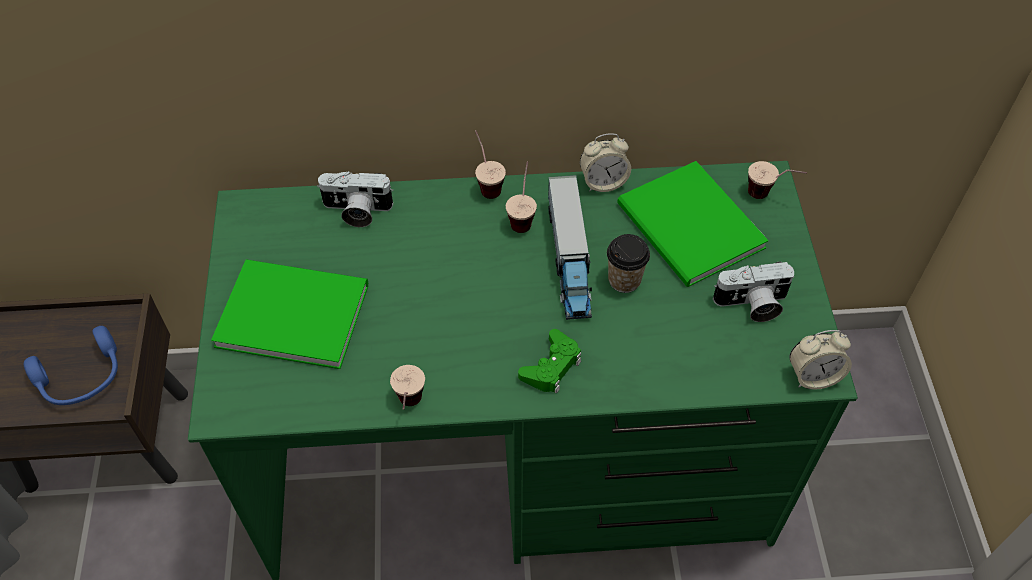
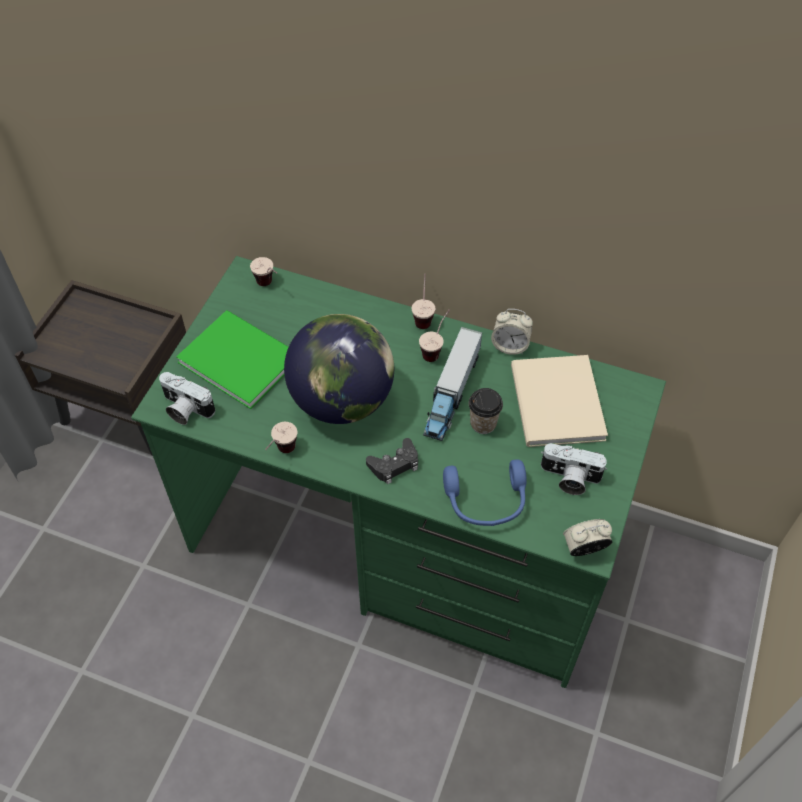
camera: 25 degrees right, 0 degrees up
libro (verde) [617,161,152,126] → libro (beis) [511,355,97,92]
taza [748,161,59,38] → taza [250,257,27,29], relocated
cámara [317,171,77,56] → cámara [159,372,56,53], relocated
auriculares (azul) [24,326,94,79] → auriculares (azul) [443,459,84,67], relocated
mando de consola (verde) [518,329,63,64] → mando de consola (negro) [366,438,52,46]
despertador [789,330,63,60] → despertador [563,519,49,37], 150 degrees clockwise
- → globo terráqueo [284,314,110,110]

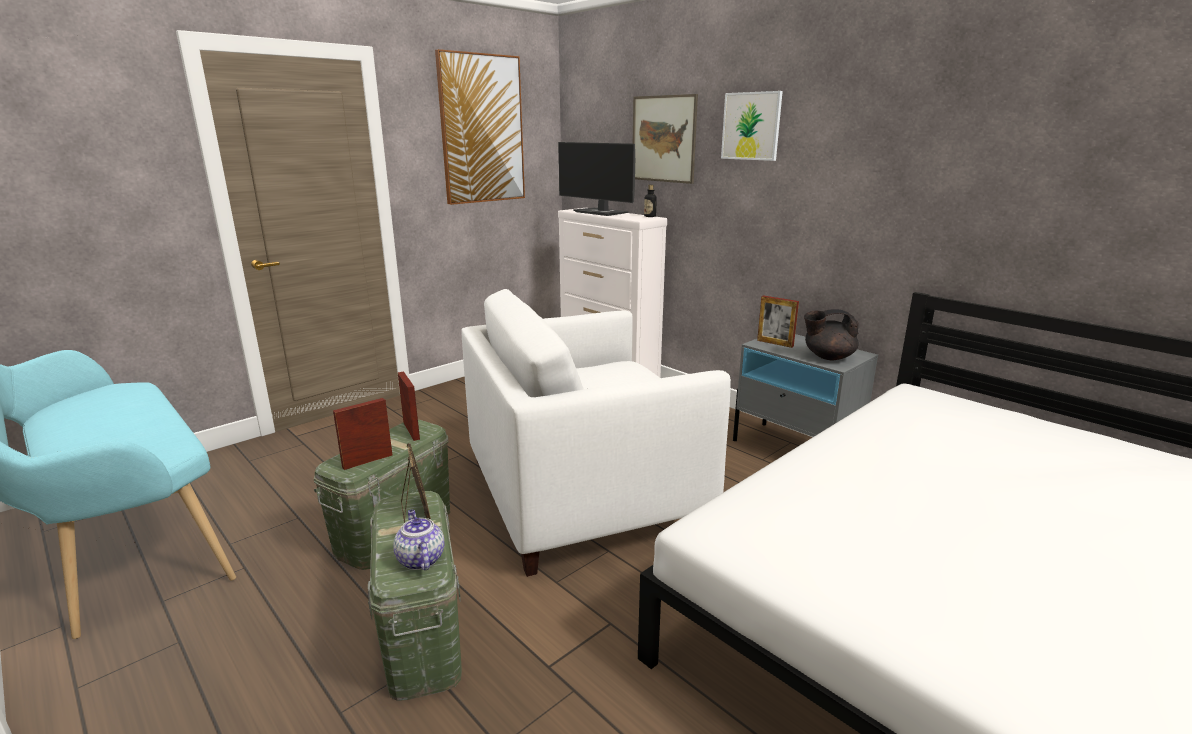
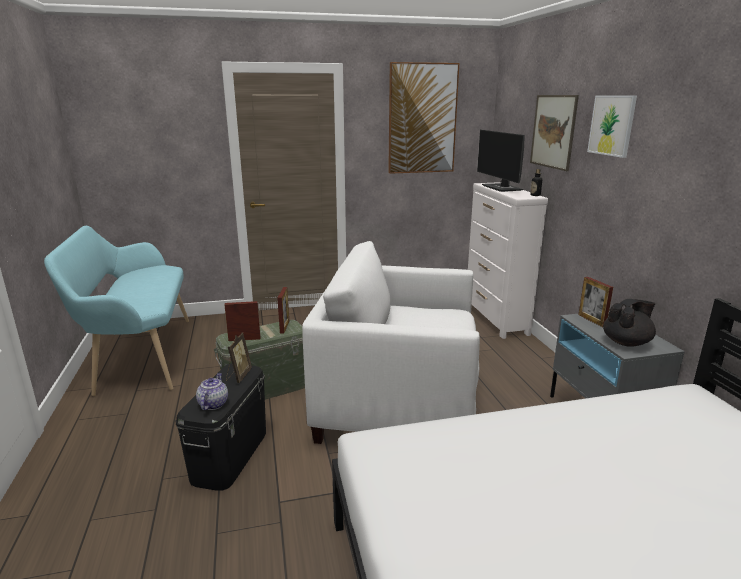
camera: 30 degrees right, 0 degrees up
tetera (negro) [804,309,55,52] → tetera (negro) [603,299,53,48], 120 degrees clockwise
caja de almacenaje (verde) [368,491,94,210] → caja de almacenaje (negro) [175,363,91,128]

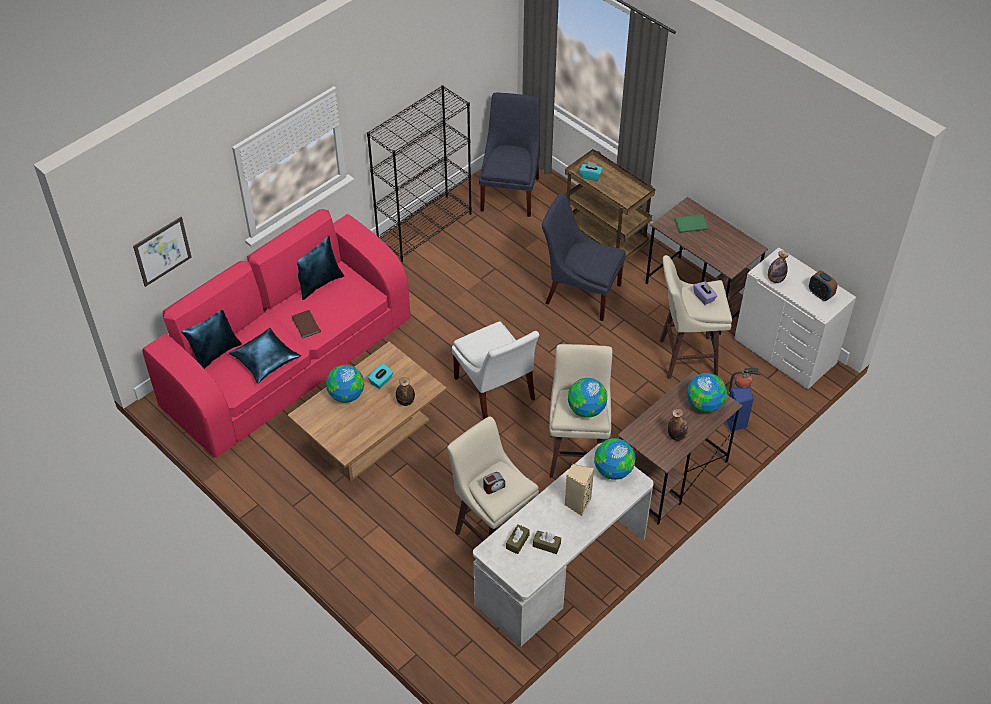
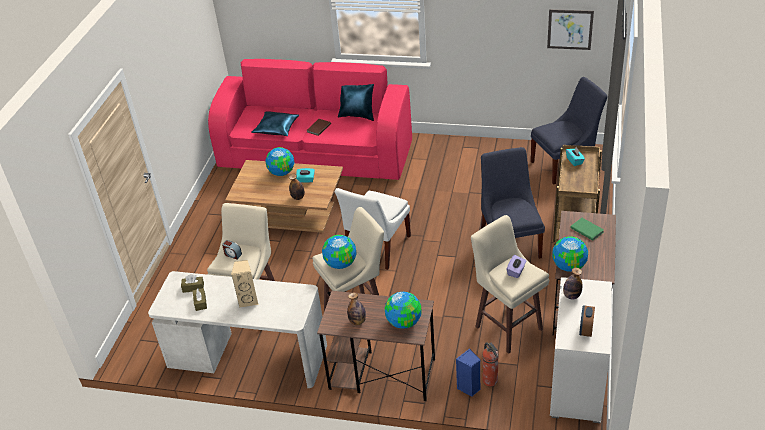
camera: 60 degrees right, 10 degrees down
estantería (negro) [367,85,105,177] → -
cuadro [133,217,59,70] → cuadro [547,9,47,41], relocated
cojín (azul) [181,310,61,59] → -
globo terráqueo [594,438,41,42] → globo terráqueo [552,236,36,36], relocated

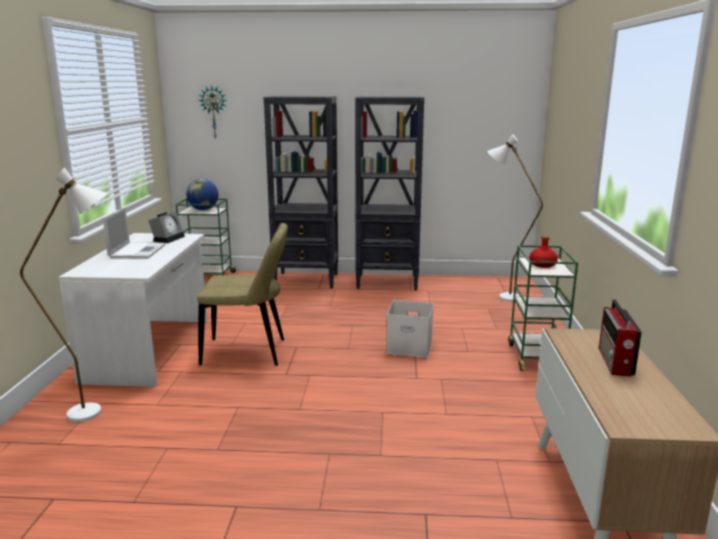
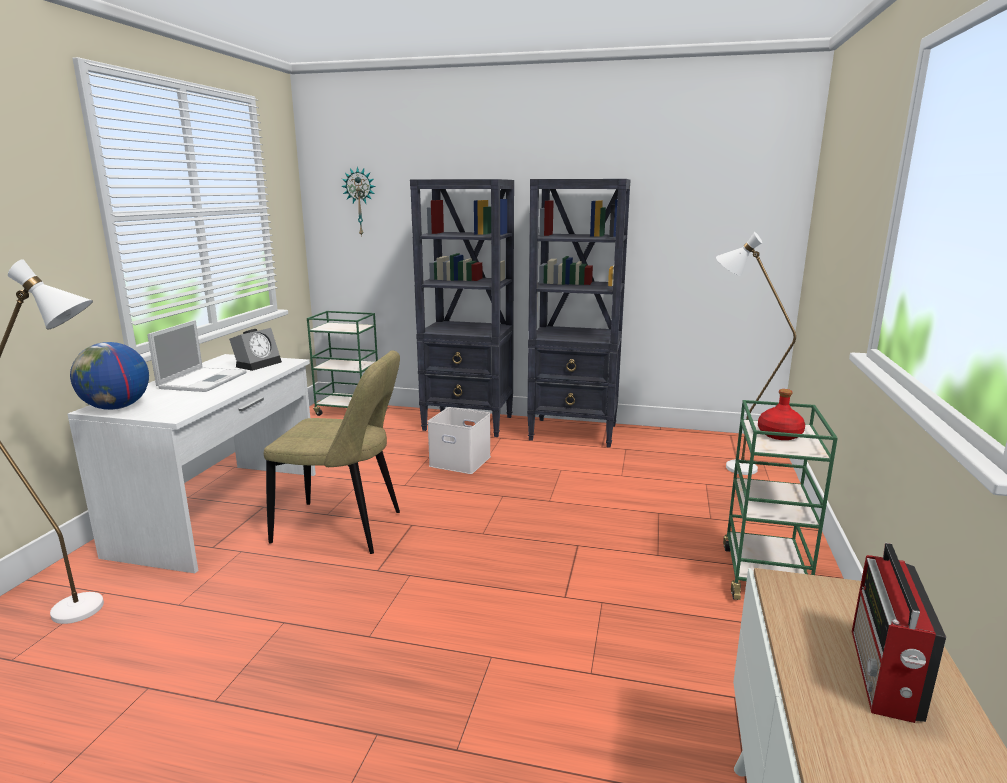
camera: 10 degrees right, 0 degrees up
globo terráqueo [186,179,33,31] → globo terráqueo [70,342,79,68], relocated
caja de almacenaje (blanco) [386,300,48,58] → caja de almacenaje (blanco) [427,407,64,67], relocated

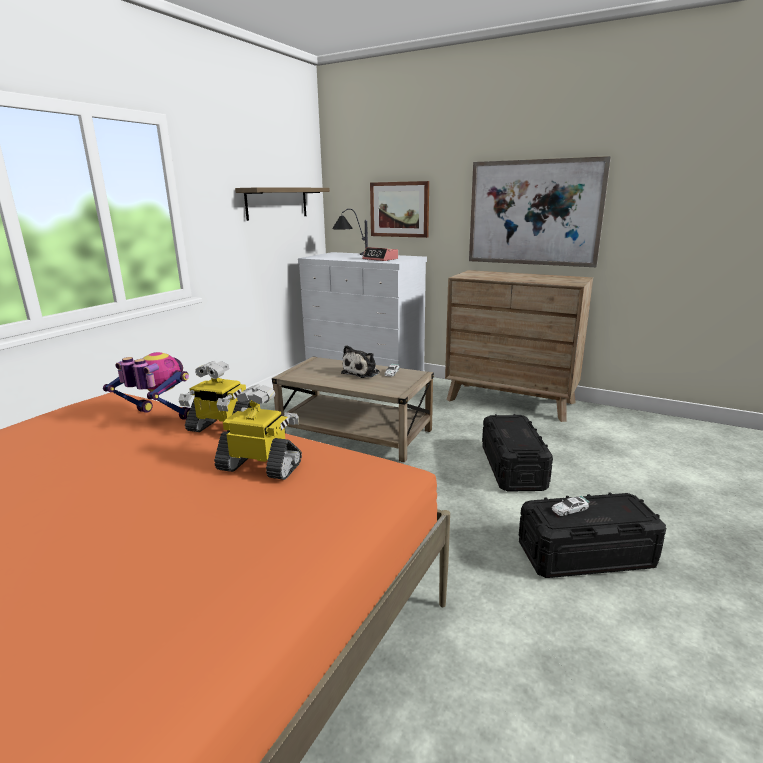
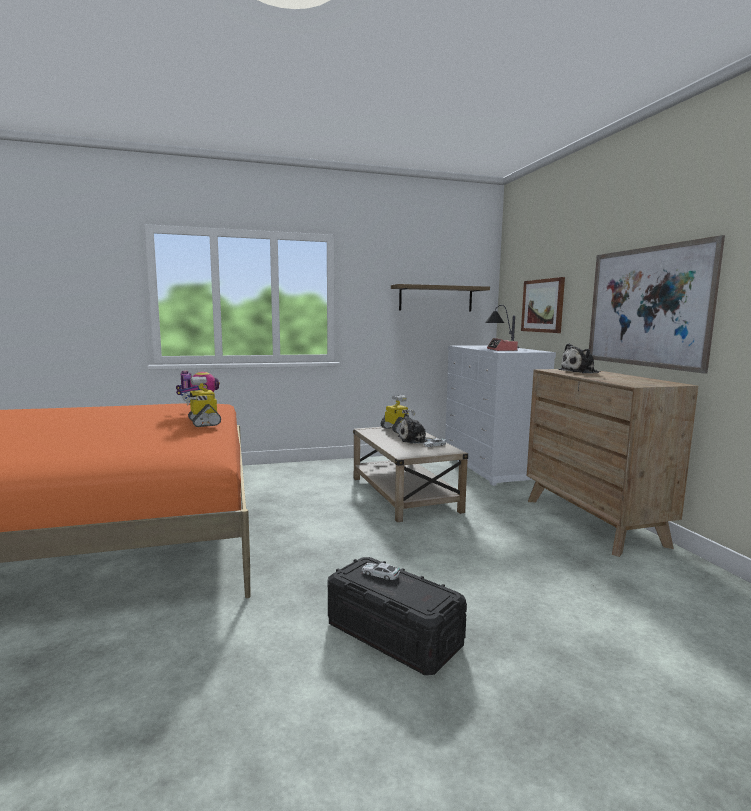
camera: 45 degrees right, 10 degrees down
robot de juguete [214,384,88,96] → robot de juguete [380,395,35,39], relocated
caja de almacenaje (negro) [482,414,71,78] → -
- → peluche [558,344,42,29]

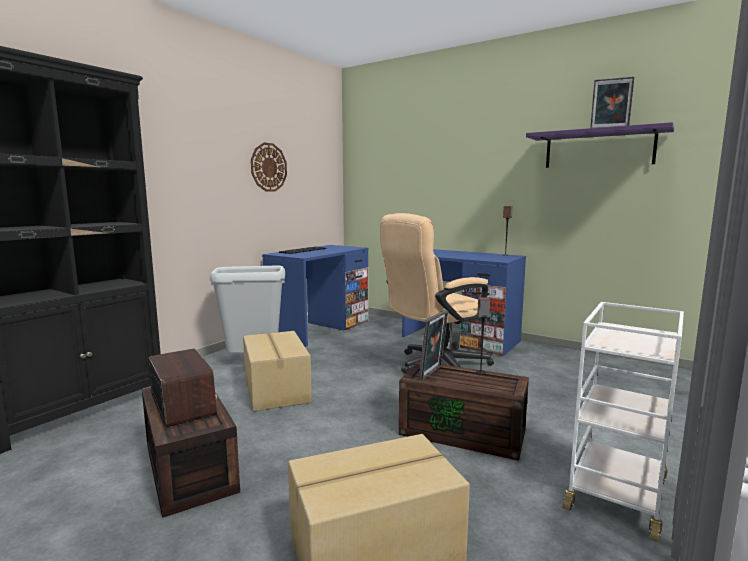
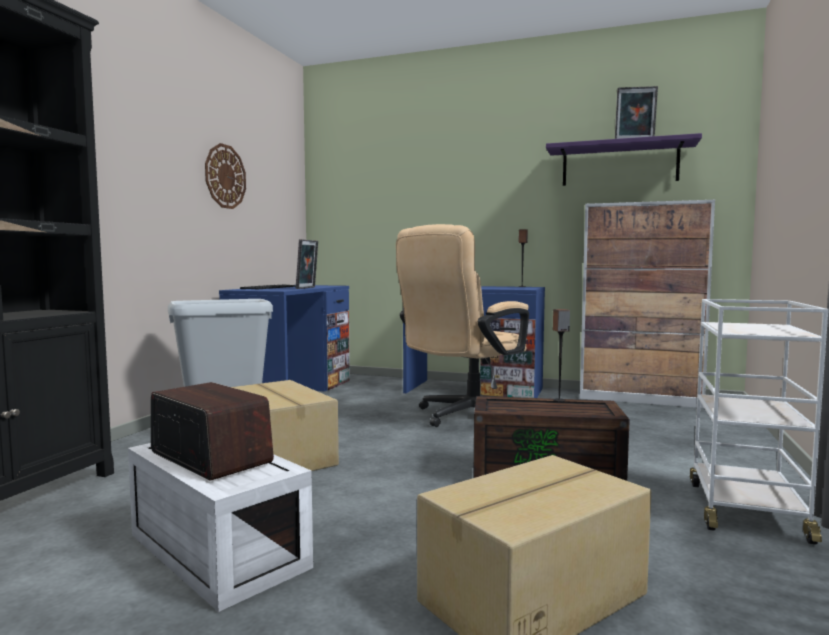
camera: 15 degrees left, 5 degrees down
portarretratos [419,310,29,71] → portarretratos [296,239,22,50], relocated
caja de almacenaje (marrón) [142,388,98,130] → caja de almacenaje (blanco) [128,443,185,169]
- → armario [580,200,135,208]

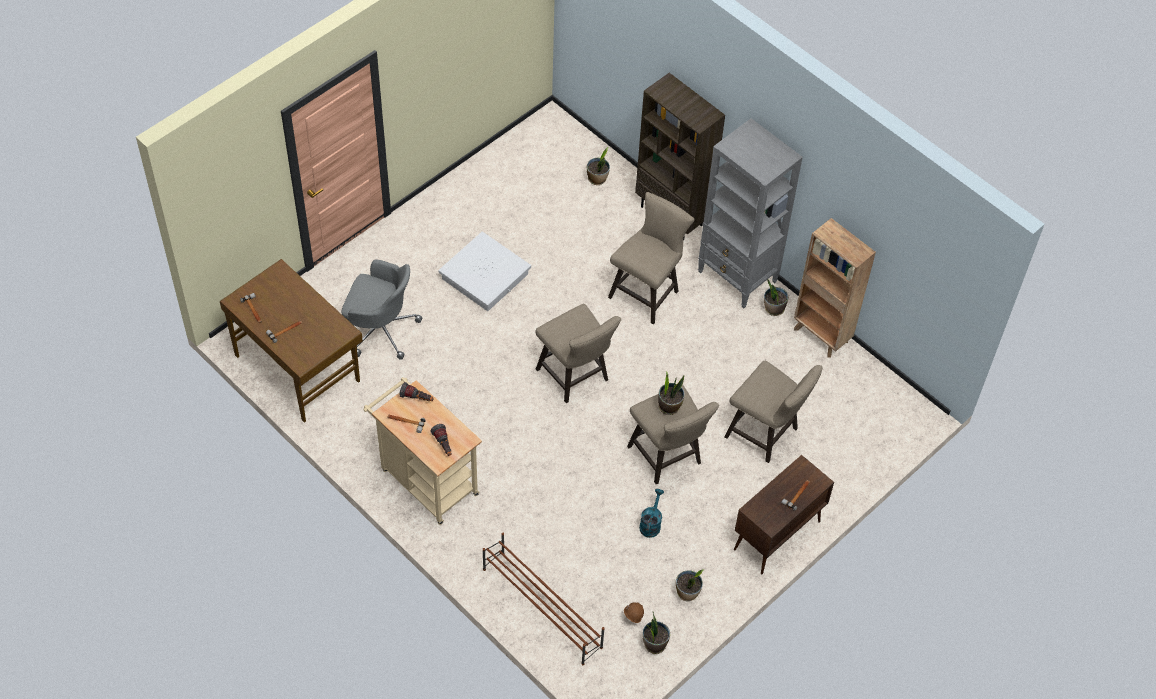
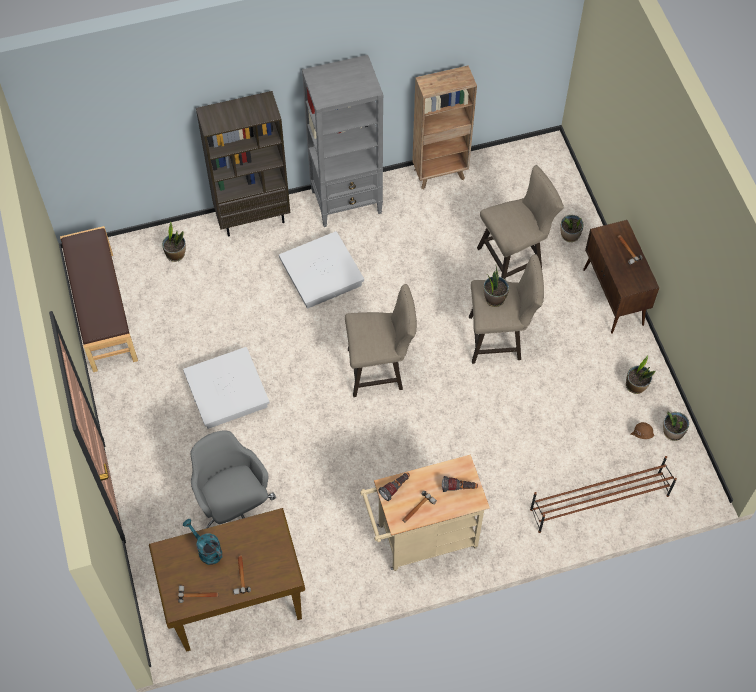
camera: 60 degrees left, 5 degrees up
taburete (beis) [608,192,87,132] → caja de almacenaje (blanco) [279,231,85,78]
silla de oficina (gris) [342,259,80,101] → silla de oficina (gris) [190,431,86,98], 75 degrees counterclockwise
planta en maceta [764,279,24,37] → planta en maceta [560,215,24,27], relocated
regadera (turquesa) [639,489,25,49] → regadera (turquesa) [183,519,39,46], relocated
- → banco (marrón) [60,226,78,146]

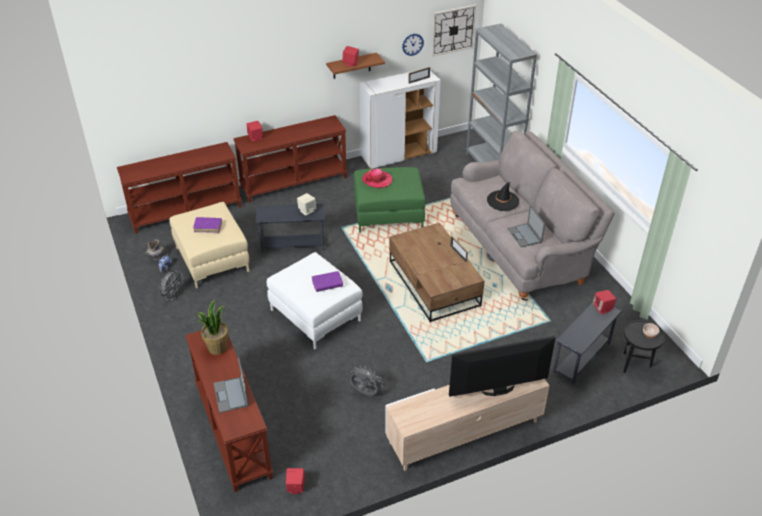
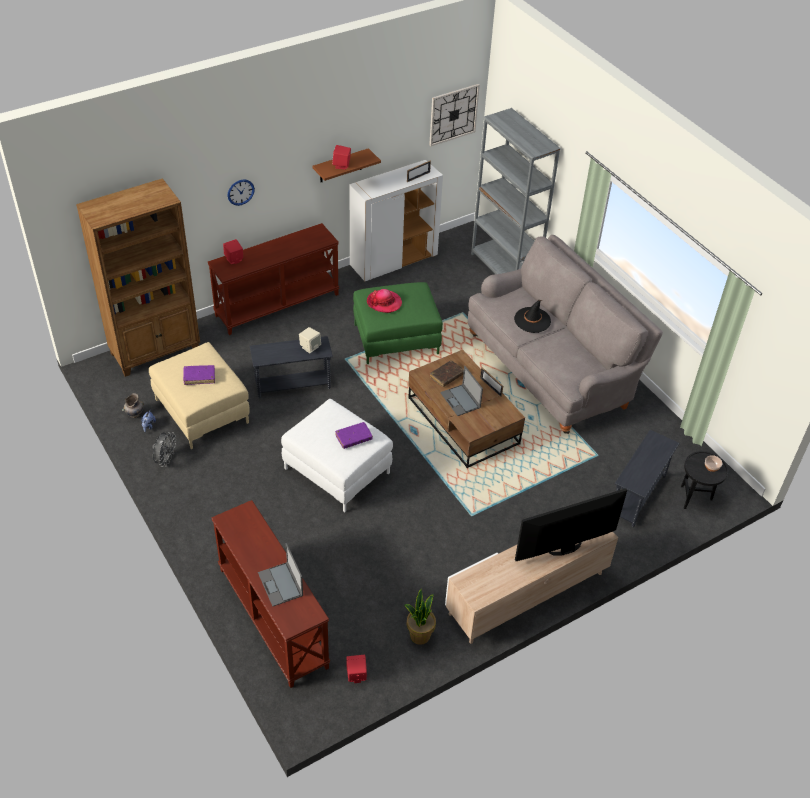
camera: 10 degrees left, 5 degrees up
reloj de pared [402,34,22,22] → reloj de pared [228,180,27,26], relocated
mesa consola (marrón) [117,142,125,92] → estantería (marrón) [76,178,124,199]
portátil [507,205,38,43] → portátil [440,366,43,50], relocated
altavoz (rojo) [593,290,23,25] → -
planta en maceta [198,300,30,55] → planta en maceta [404,588,32,57], relocated
ventilador (gris) [350,365,33,31] → -
- → libro (marrón) [430,360,34,27]

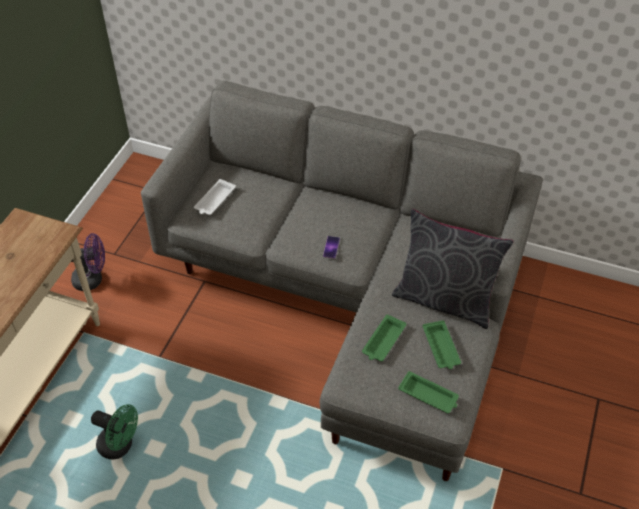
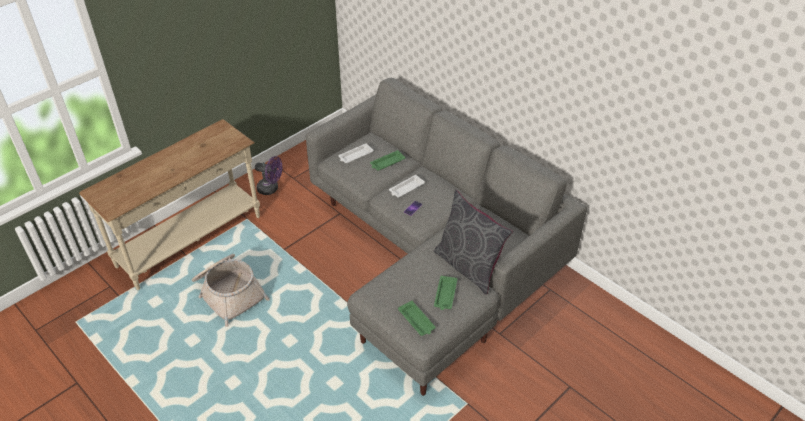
camera: 25 degrees right, 5 degrees down
bandeja (verde) [362,314,44,48] → bandeja (verde) [370,150,35,21], relocated
ventilador (verde) [91,404,47,55] → cesta [192,254,78,73]
- → bandeja (blanco) [389,175,36,23]

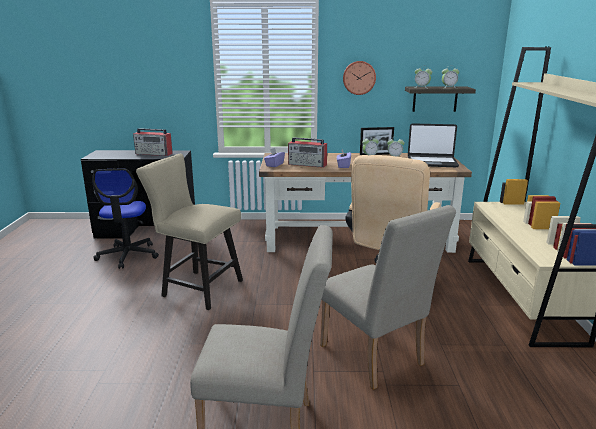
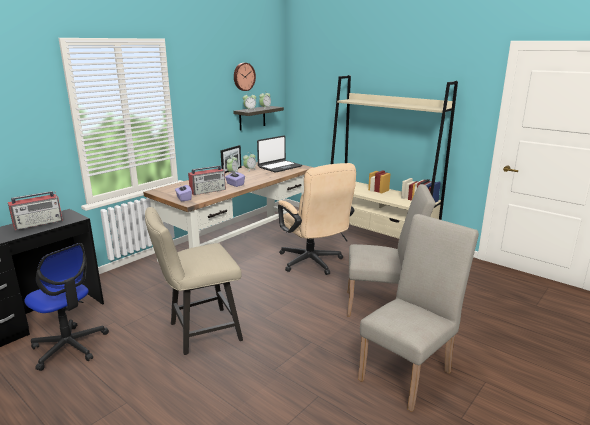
camera: 50 degrees left, 0 degrees up
reloj de pared [343,61,33,34] → reloj de pared [234,63,22,28], relocated

